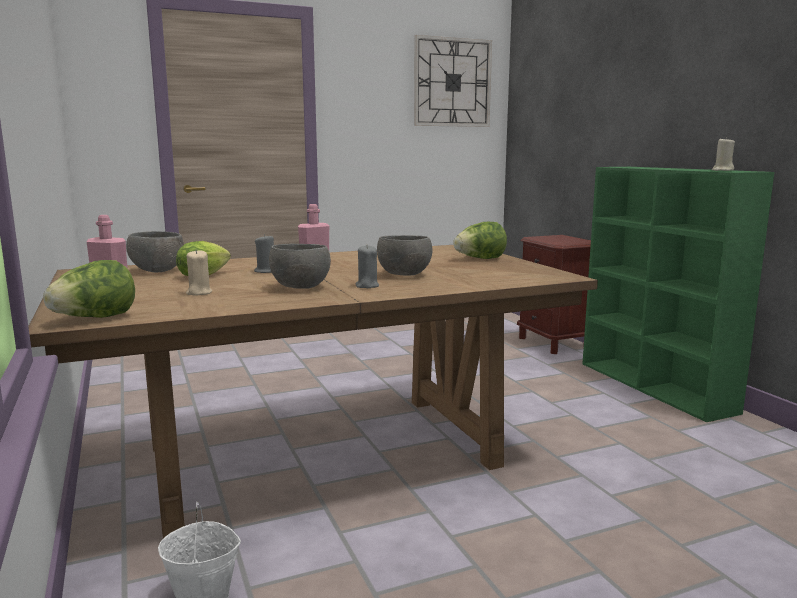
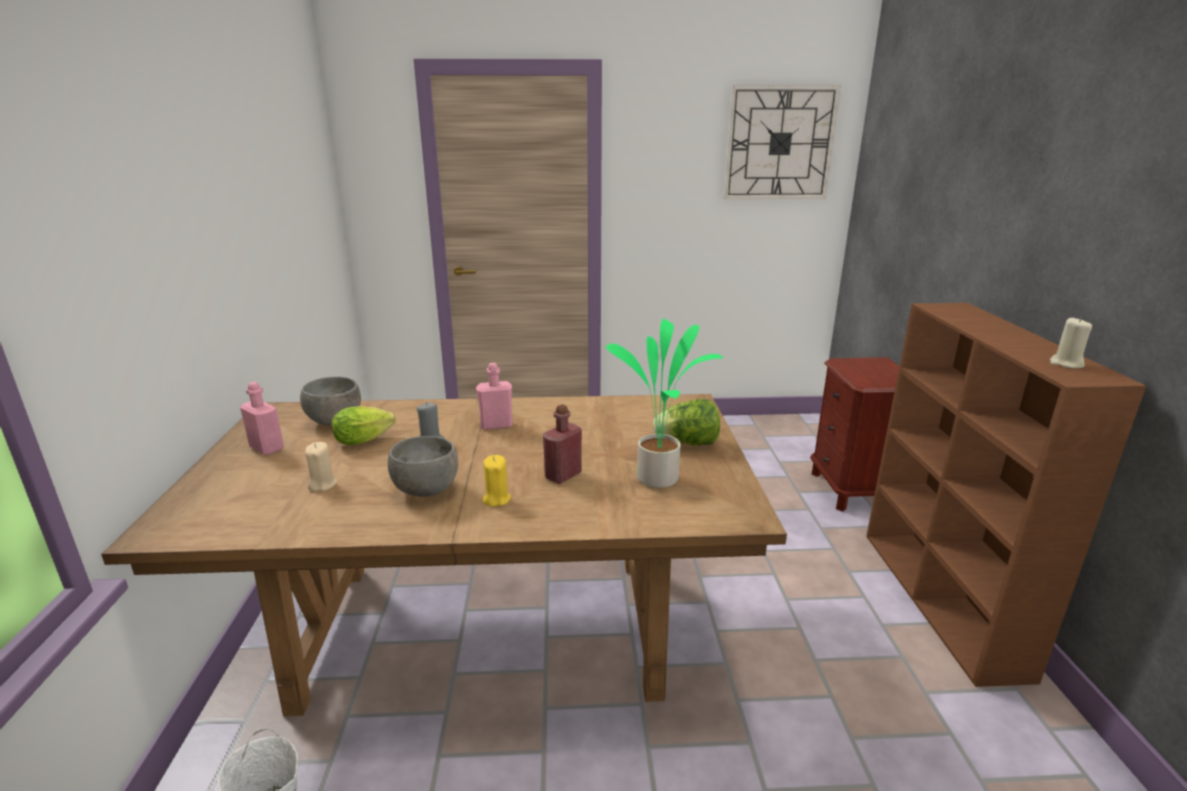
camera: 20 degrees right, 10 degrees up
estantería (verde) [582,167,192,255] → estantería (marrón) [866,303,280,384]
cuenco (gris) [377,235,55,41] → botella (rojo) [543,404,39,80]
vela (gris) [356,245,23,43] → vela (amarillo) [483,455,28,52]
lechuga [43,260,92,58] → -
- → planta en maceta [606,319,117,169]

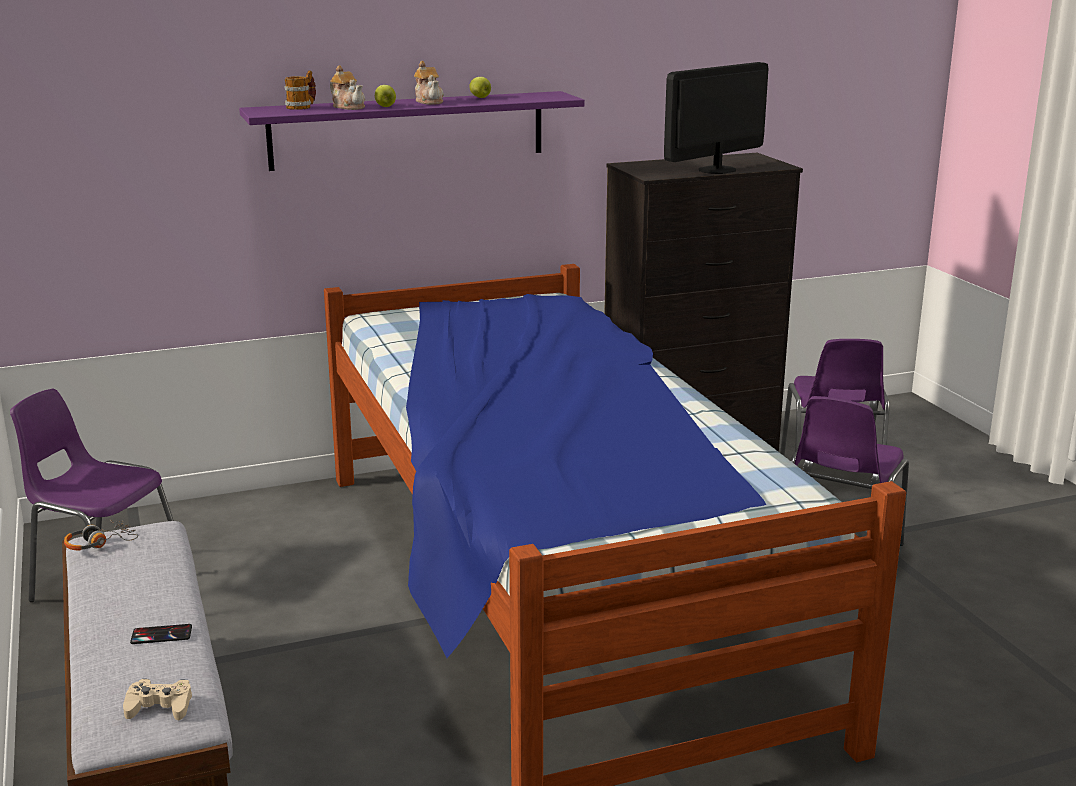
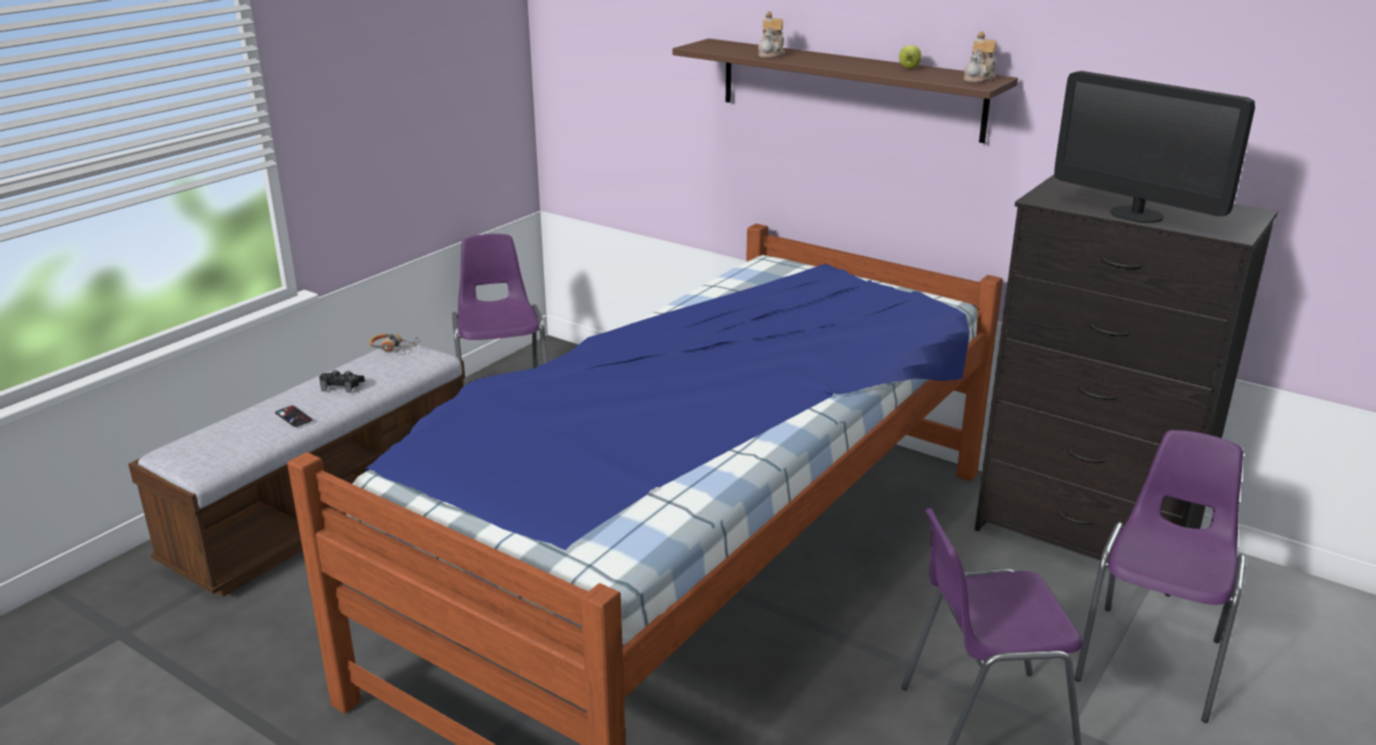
camera: 55 degrees right, 5 degrees up
tetera [414,61,30,44] → tetera [964,32,33,50], relocated
monitor [664,62,105,112] → monitor [1054,71,201,152], 150 degrees counterclockwise
taza grande [284,70,32,40] → -
manzana [375,85,21,22] → -
estante (morado) [239,91,346,80] → estante (marrón) [673,39,345,104]
silla (morado) [780,339,109,129] → silla (morado) [1075,430,171,293], 150 degrees clockwise
mando de consola (beis) [123,679,69,41] → -
- → mando de consola (negro) [319,370,46,23]

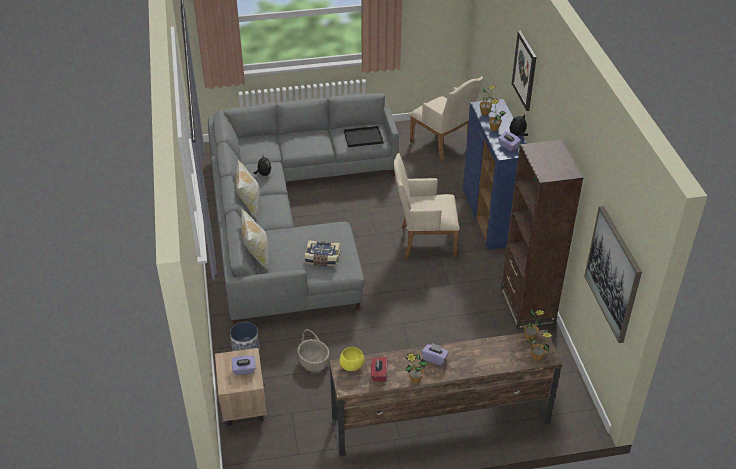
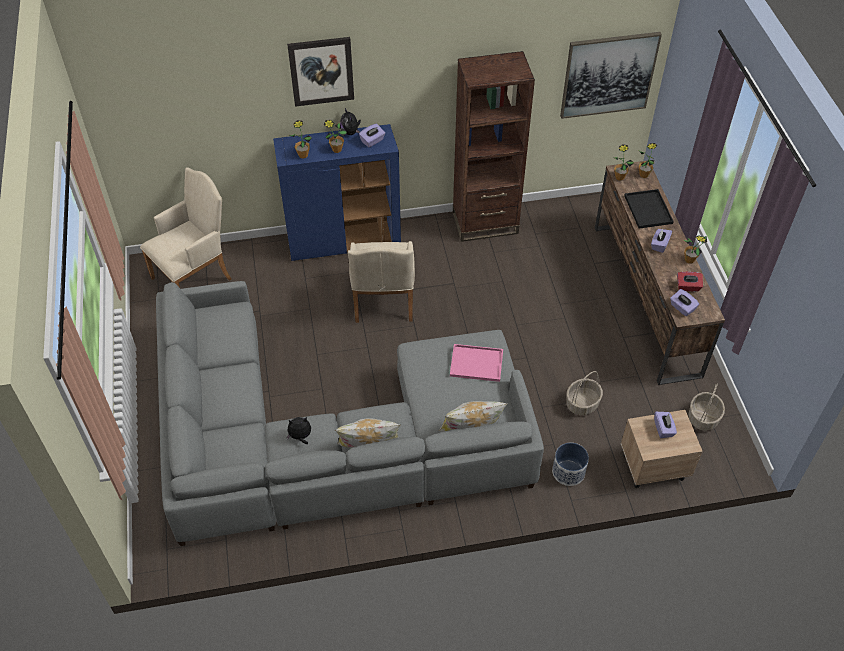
camera: 90 degrees left, 10 degrees up
bandeja (negro) [344,126,39,21] → bandeja (negro) [624,189,50,40], relocated
libro [304,240,36,26] → bandeja (rosa) [450,344,53,38]
cuenco (amarillo) [339,347,25,24] → caja de pañuelos (morado) [670,289,29,27]
- → cesta [688,383,37,48]

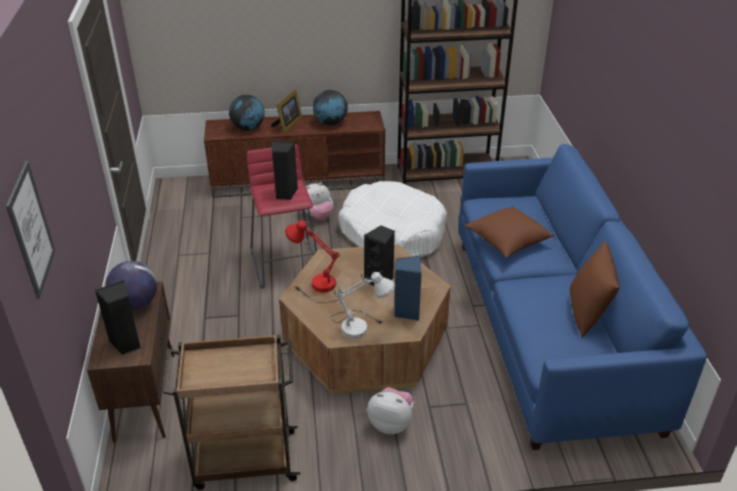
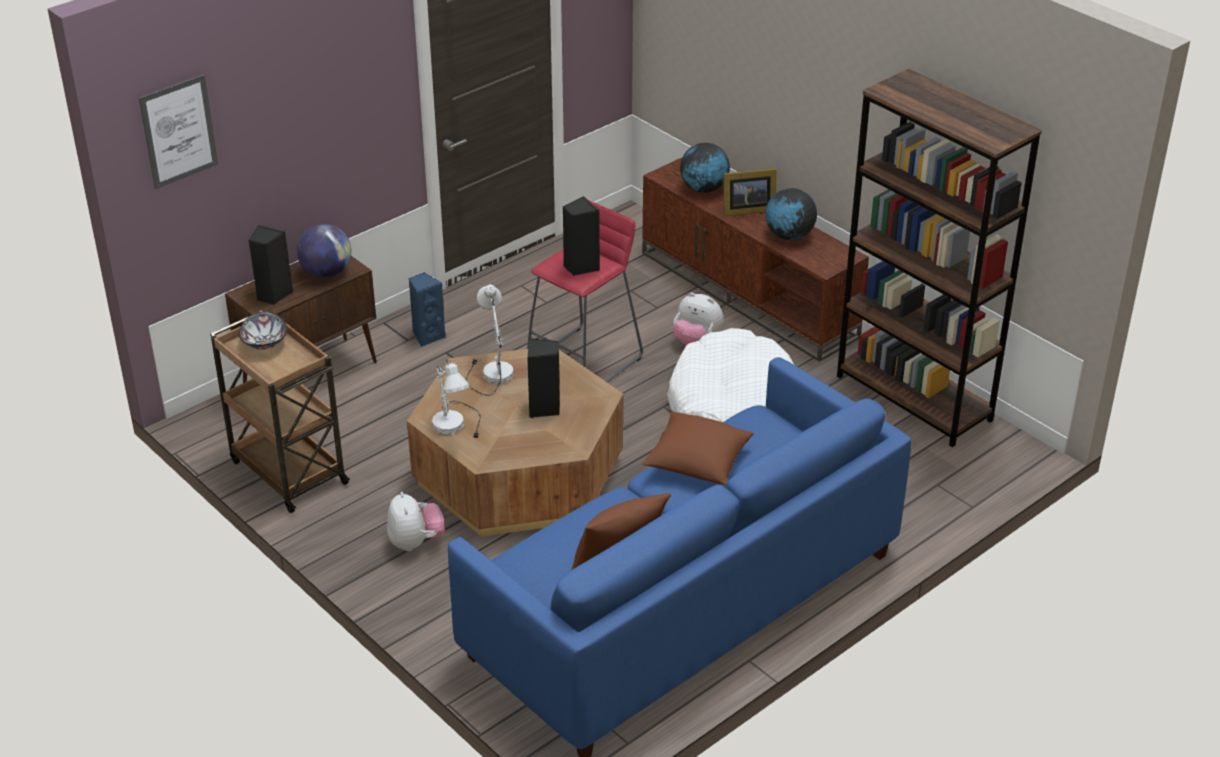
camera: 55 degrees right, 0 degrees up
lámpara de mesa (rojo) [285,220,56,83] → lámpara de mesa (blanco) [466,284,47,112]
altavoz (azul) [394,256,28,65] → altavoz (azul) [408,272,38,75], relocated
- → cuenco [239,311,48,39]

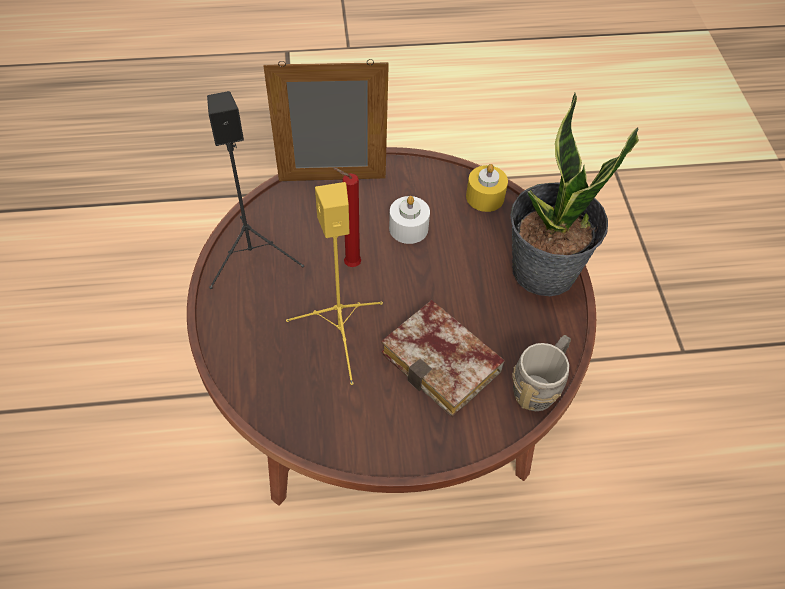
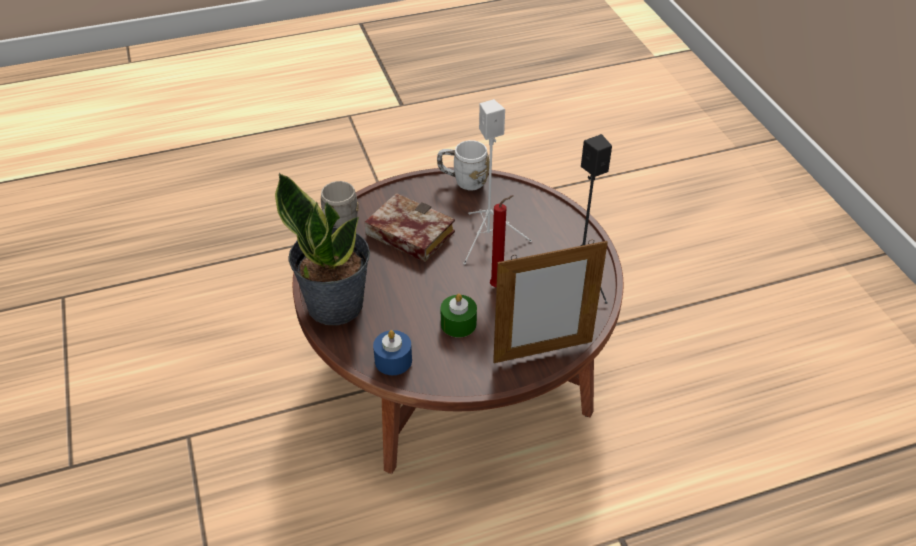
camera: 170 degrees right, 10 degrees down
vela (amarillo) [466,164,42,48] → vela (azul) [373,330,39,45]
altavoz (amarillo) [286,182,97,203] → altavoz (blanco) [464,99,68,165]
vela (blanco) [389,196,41,48] → vela (verde) [441,294,36,44]
- → taza grande (blanco) [437,140,52,50]

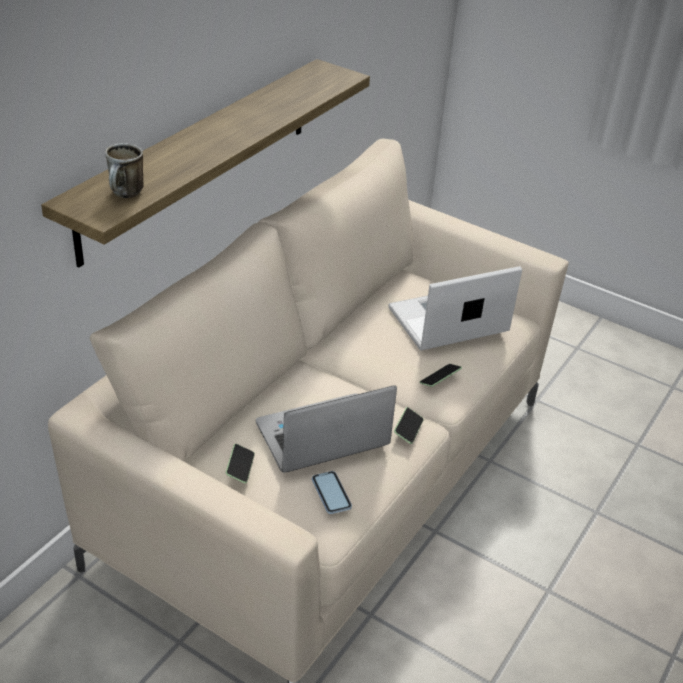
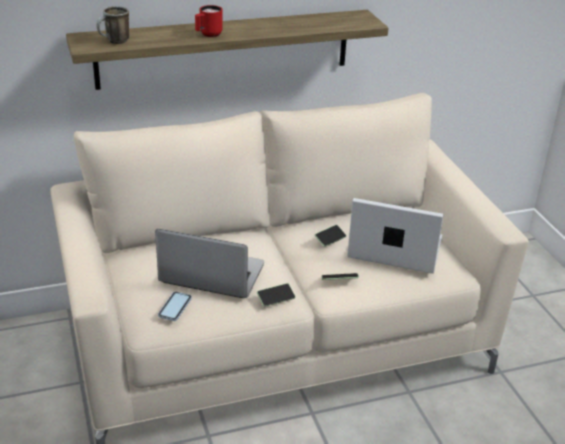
camera: 40 degrees right, 5 degrees down
móvil [226,444,29,39] → móvil [315,225,31,22], relocated
- → taza grande (rojo) [195,5,28,32]

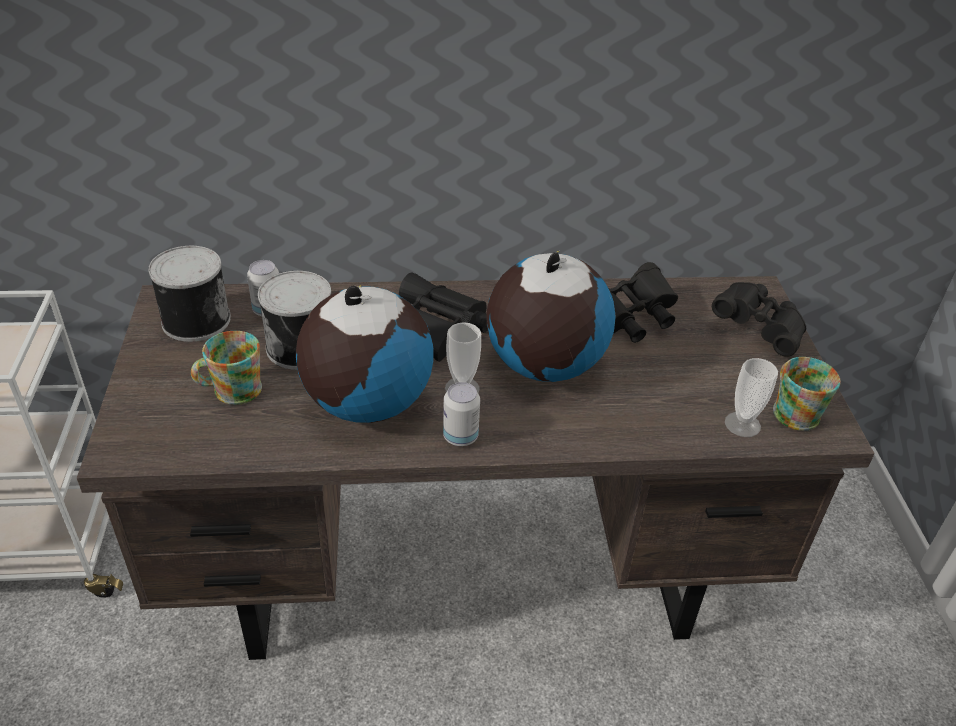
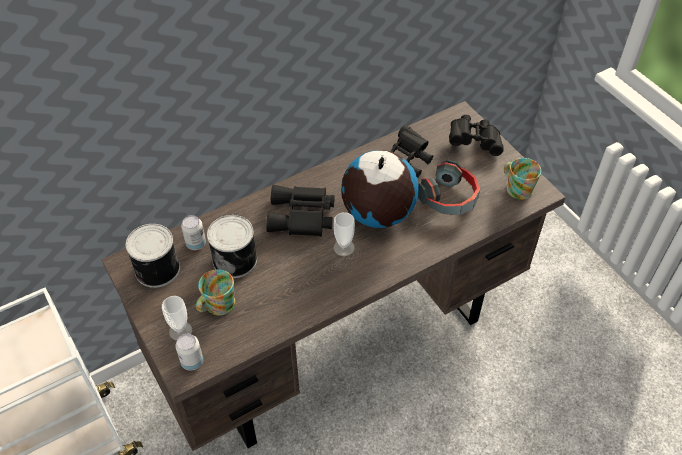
camera: 25 degrees left, 10 degrees up
globo terráqueo [296,285,137,138] → -
taza [725,358,53,79] → taza [162,296,30,45], relocated
lata [443,382,37,64] → lata [175,334,28,37], relocated
- → auriculares [418,160,62,55]

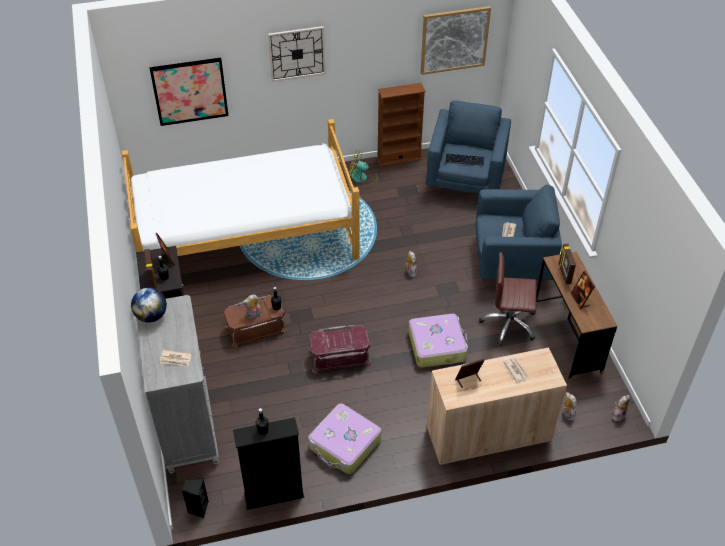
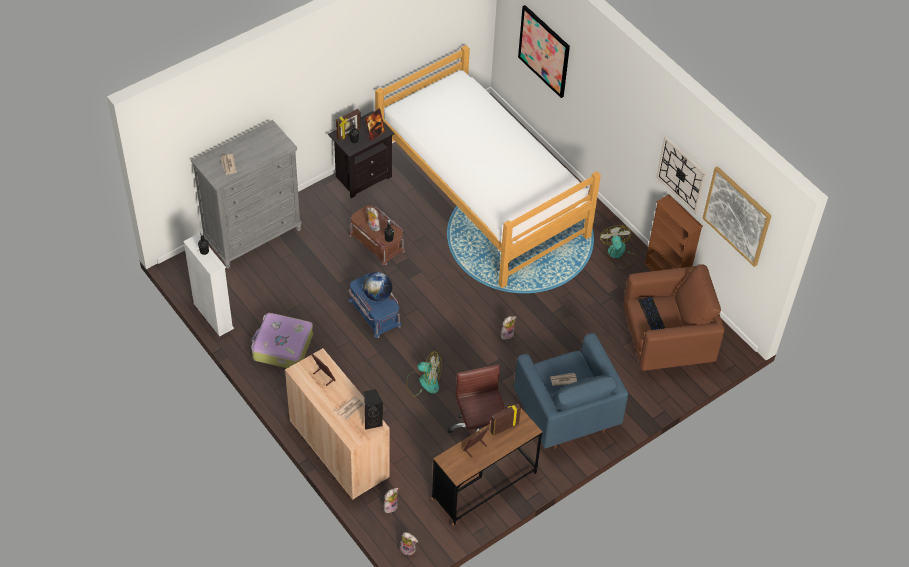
camera: 65 degrees right, 5 degrees up
reloj de pared [268,26,57,56] → reloj de pared [656,136,50,78], relocated
sillón (azul) [426,100,85,96] → sillón (marrón) [623,264,102,107]
globo terráqueo [131,288,36,34] → globo terráqueo [363,272,29,29], relocated
maleta [409,314,59,54] → ventilador [406,351,36,45]
caja de almacenaje (rojo) [309,325,62,49] → caja de almacenaje (azul) [348,273,54,65]
estantería (negro) [233,417,71,93] → estantería (blanco) [183,234,51,102]
altavoz (negro) [182,478,27,40] → altavoz (negro) [364,389,19,41], relocated

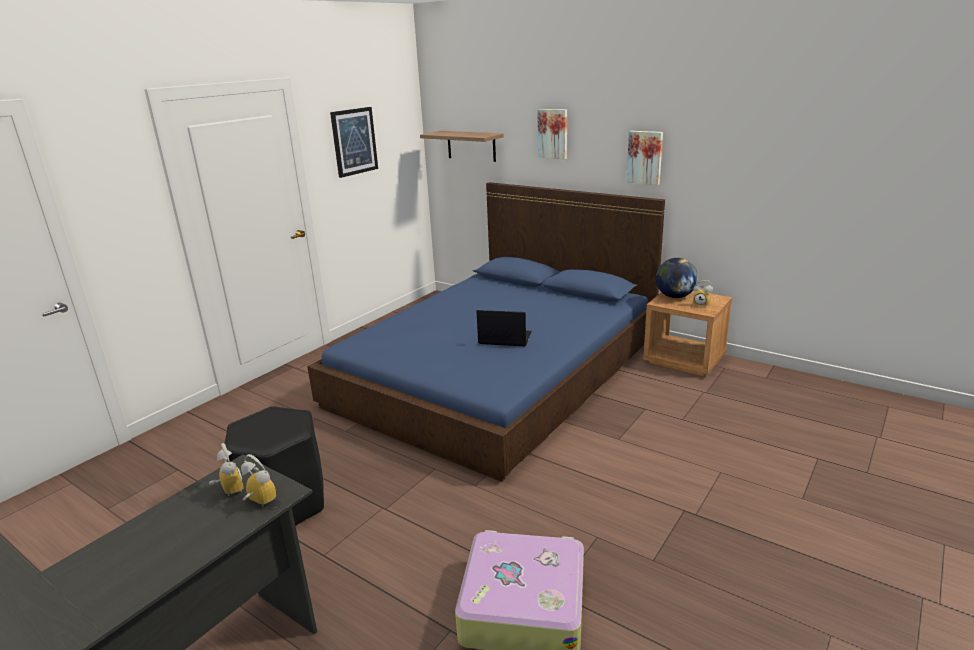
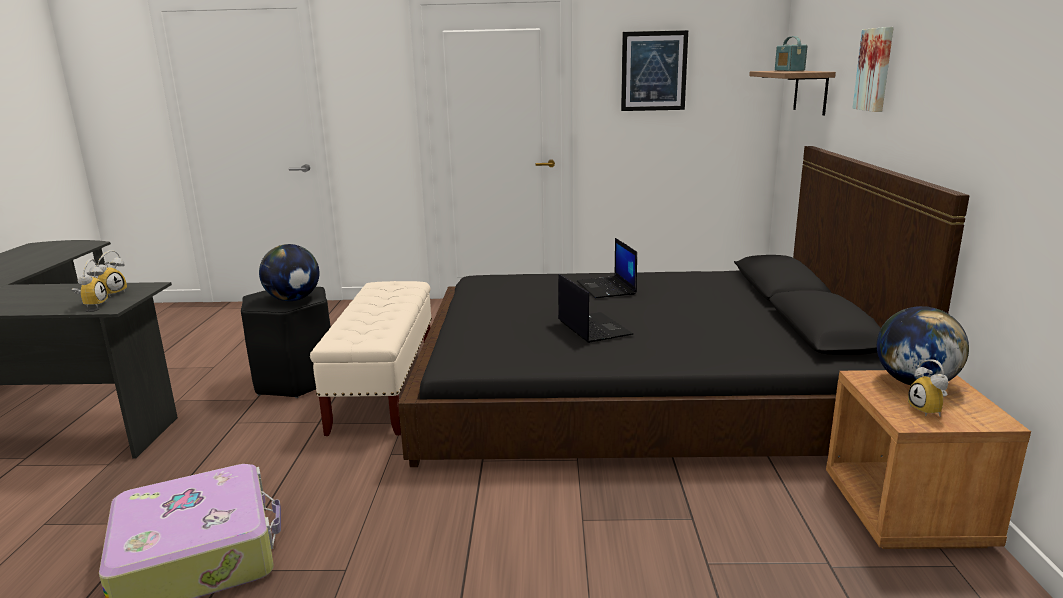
camera: 55 degrees right, 5 degrees down
cuadro [626,131,37,54] → -
cama (azul) [307,182,358,300] → cama (negro) [398,146,572,321]
- → radio [775,36,32,35]
- → portátil [577,238,60,60]
- → globo terráqueo [259,244,60,57]
- → banco (beis) [310,281,122,155]

